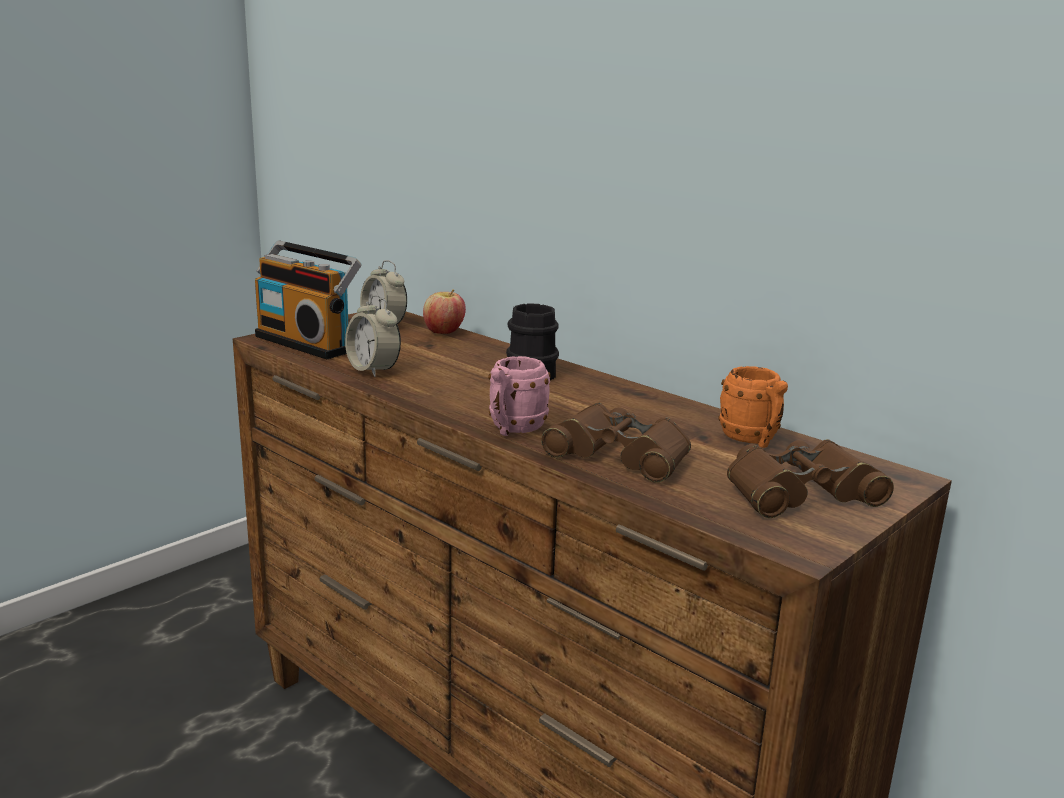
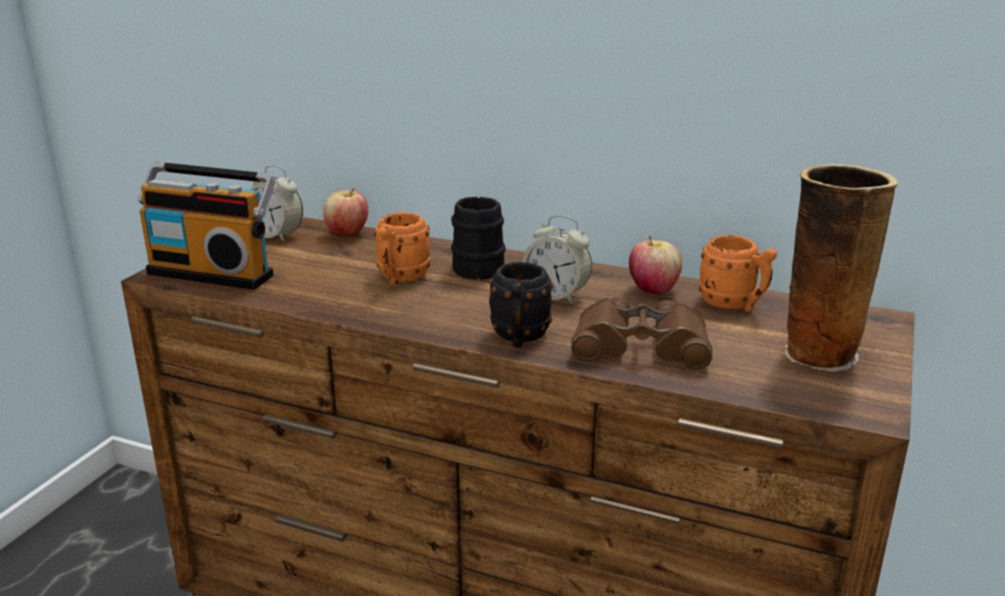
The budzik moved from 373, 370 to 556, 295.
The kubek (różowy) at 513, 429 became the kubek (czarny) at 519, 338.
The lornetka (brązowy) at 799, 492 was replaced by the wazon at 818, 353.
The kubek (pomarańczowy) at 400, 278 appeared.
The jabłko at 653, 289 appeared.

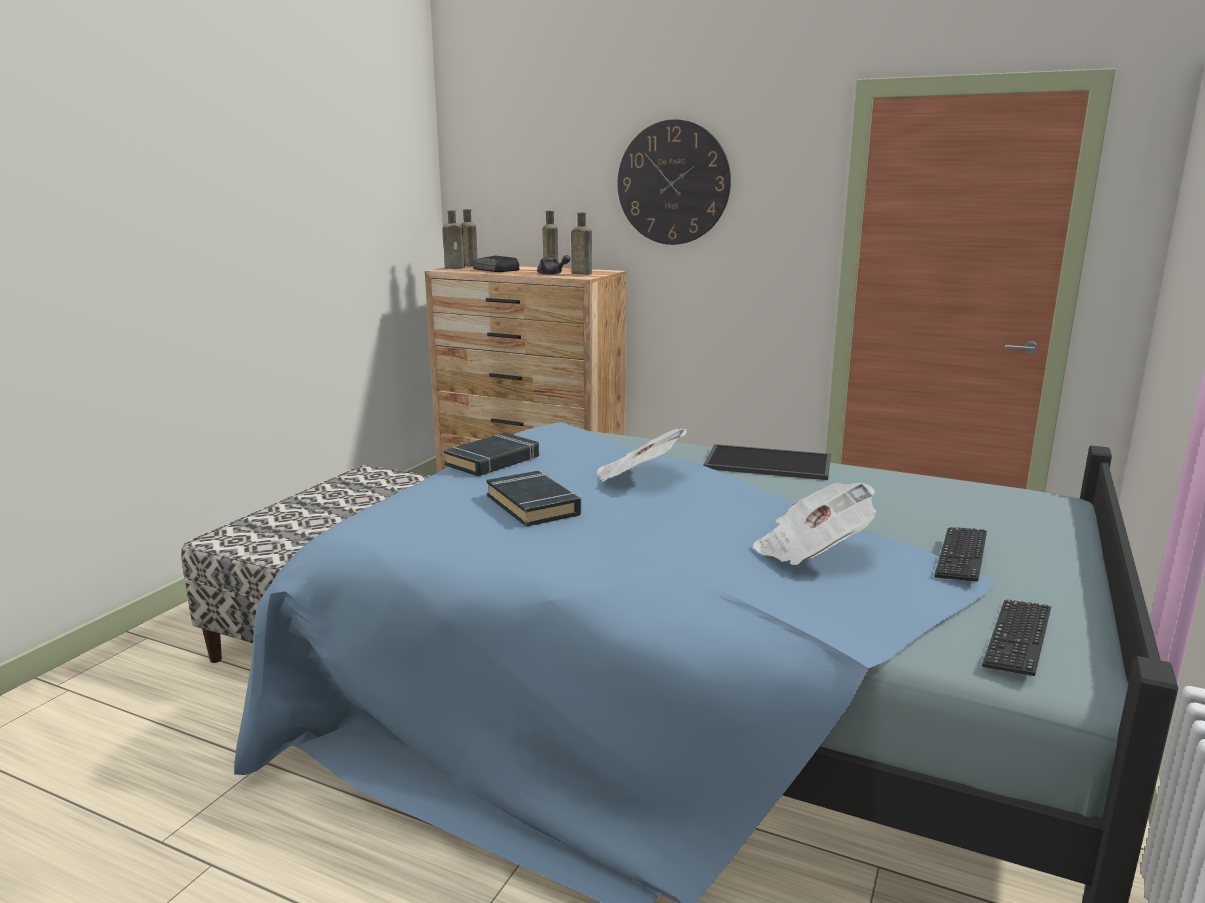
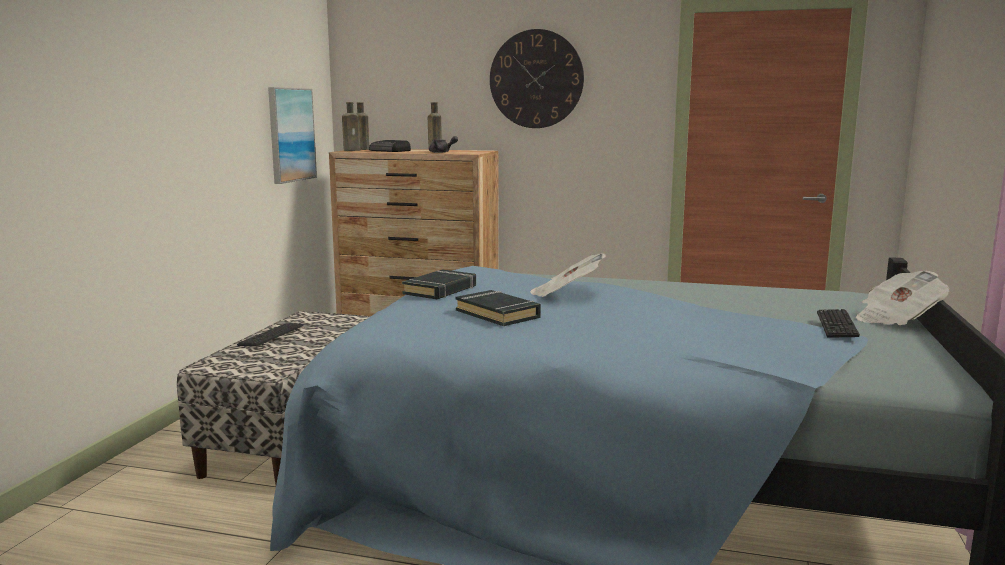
The butelka (brązowy) at 580, 273 disappeared.
The taca at 766, 463 disappeared.
The gazeta moved from 811, 550 to 896, 319.
The klawiatura moved from 1017, 639 to 271, 336.
The obraz at 291, 134 appeared.

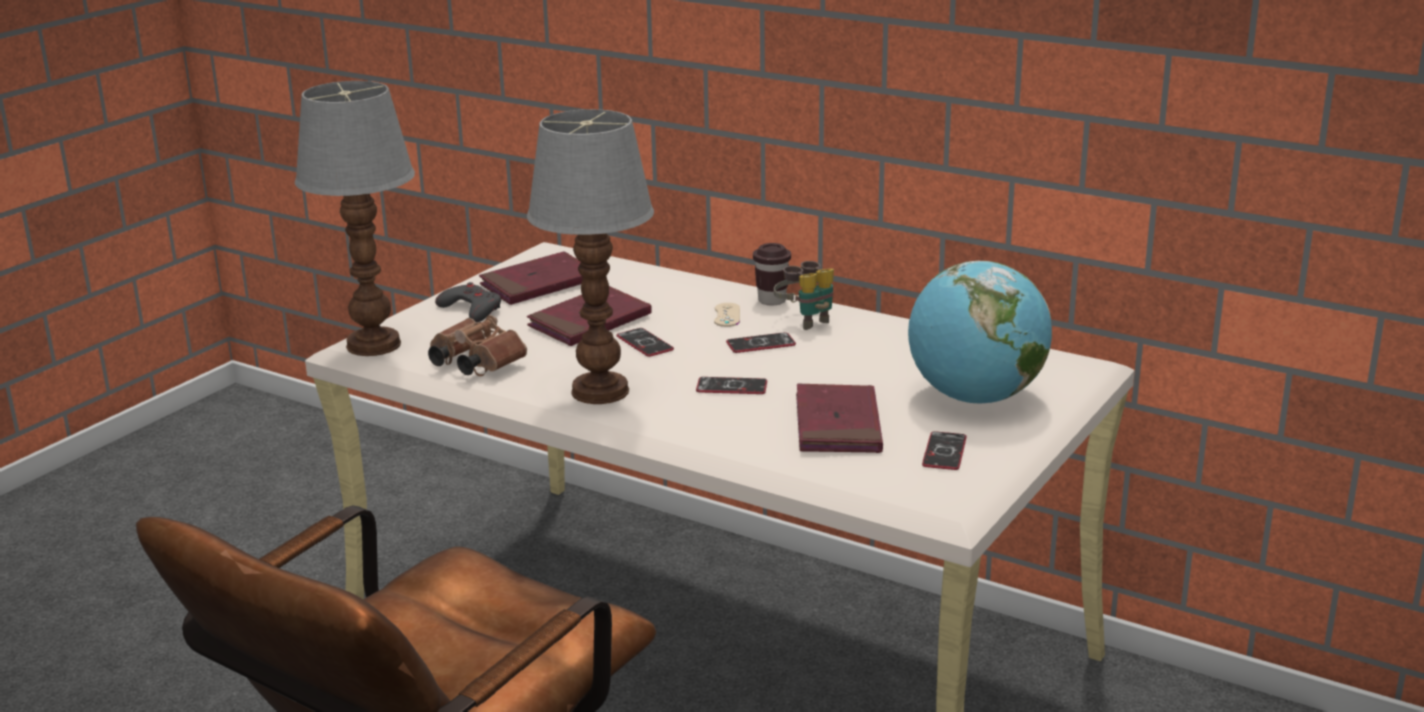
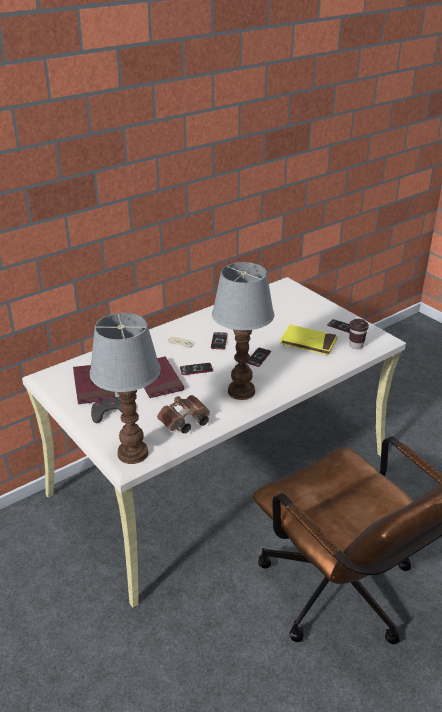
The filiżanka (brązowy) moved from 772, 300 to 356, 345.
The lornetka at 806, 321 disappeared.
The książka (czerwony) at 838, 425 became the książka (żółty) at 308, 342.
The globus at 975, 398 disappeared.

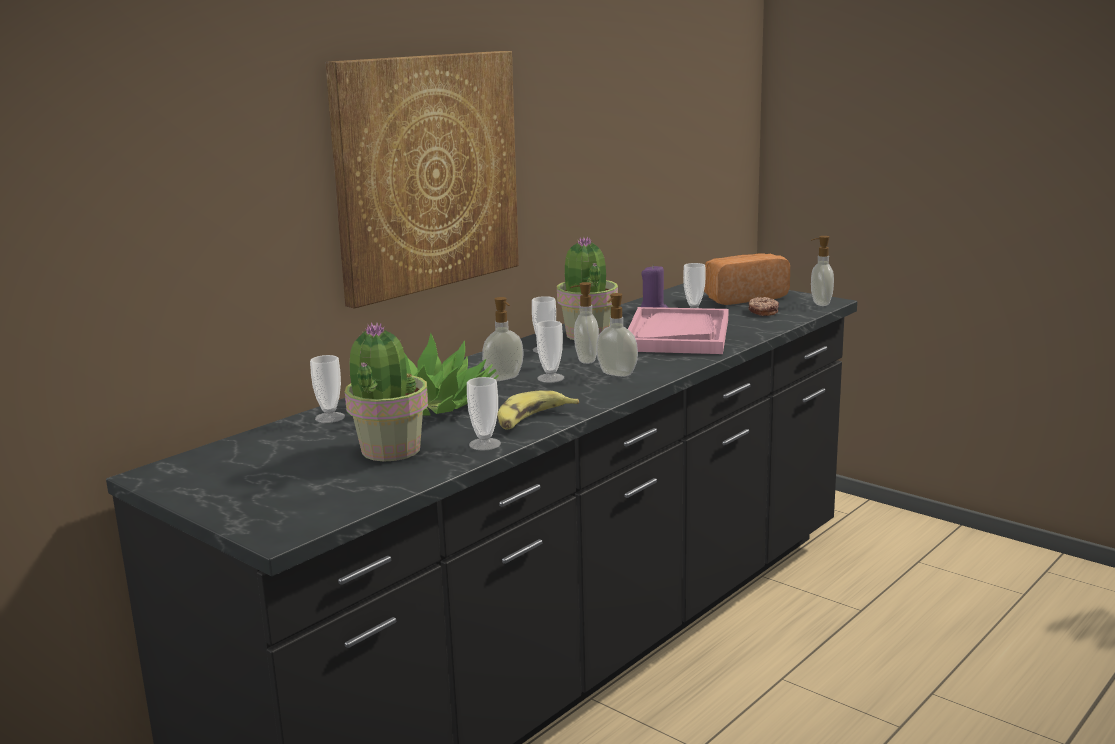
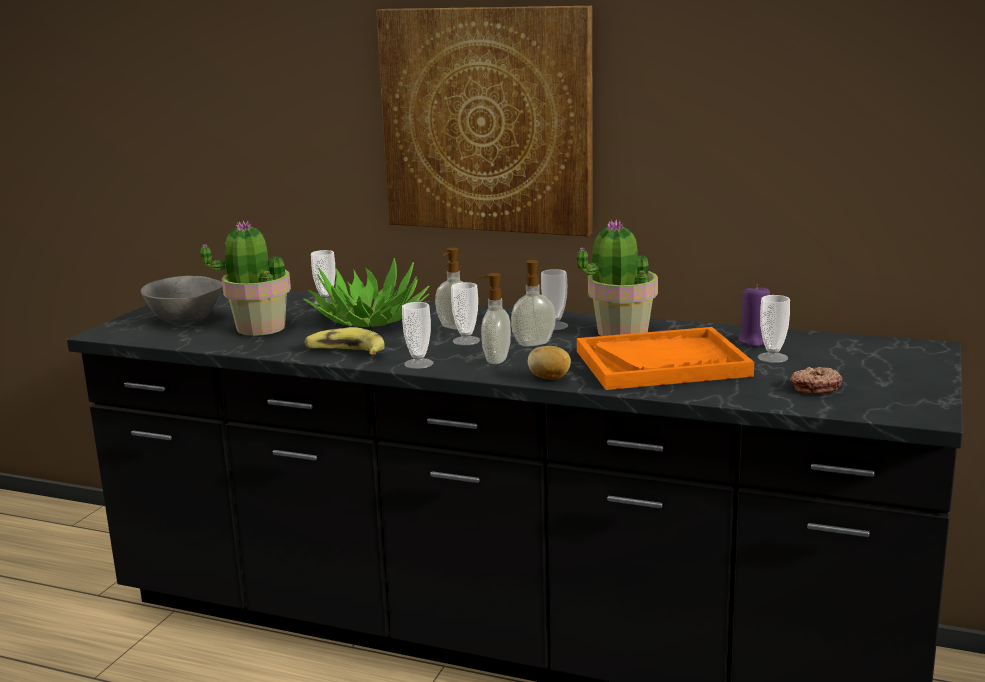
The filiżanka moved from 485, 444 to 418, 363.
The taca (różowy) at 677, 335 became the taca (pomarańczowy) at 662, 363.
The chleb at 742, 297 disappeared.
The dozownik mydła at 820, 303 disappeared.
The miska (szary) at 185, 319 appeared.
The ziemniak at 549, 378 appeared.

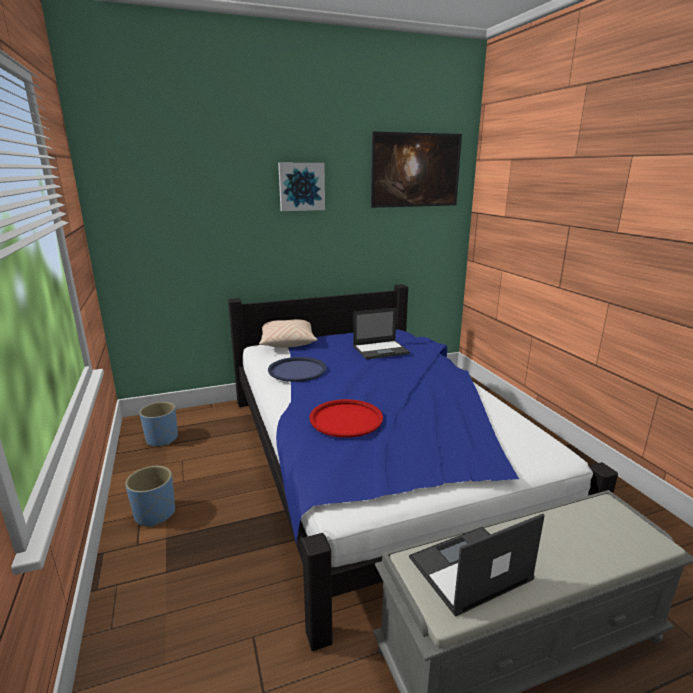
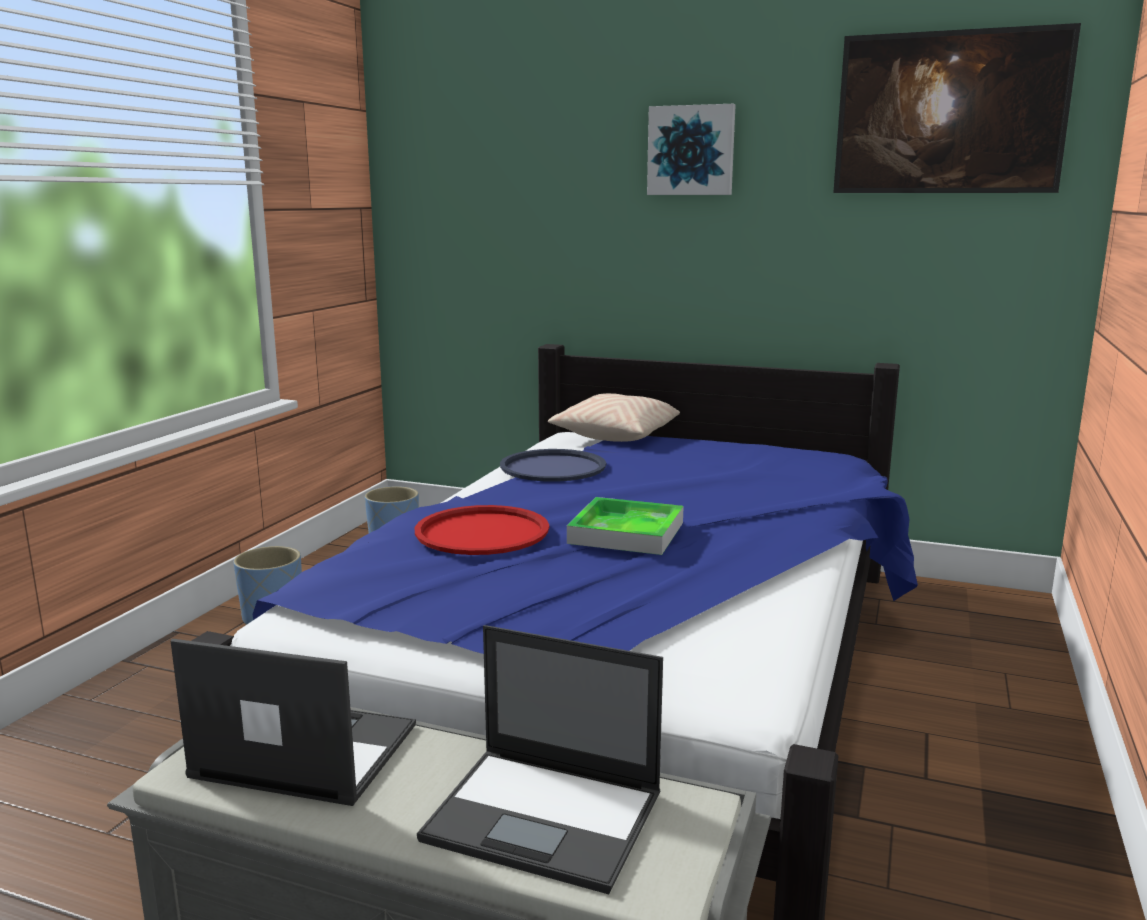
The laptop moved from 381, 350 to 546, 817.
The taca at 626, 533 appeared.

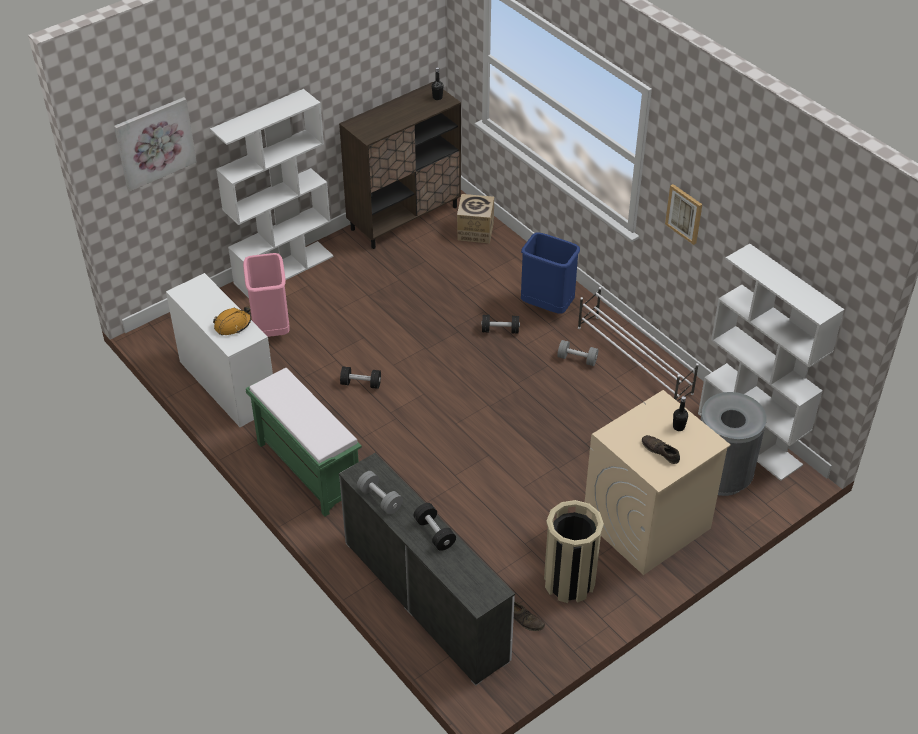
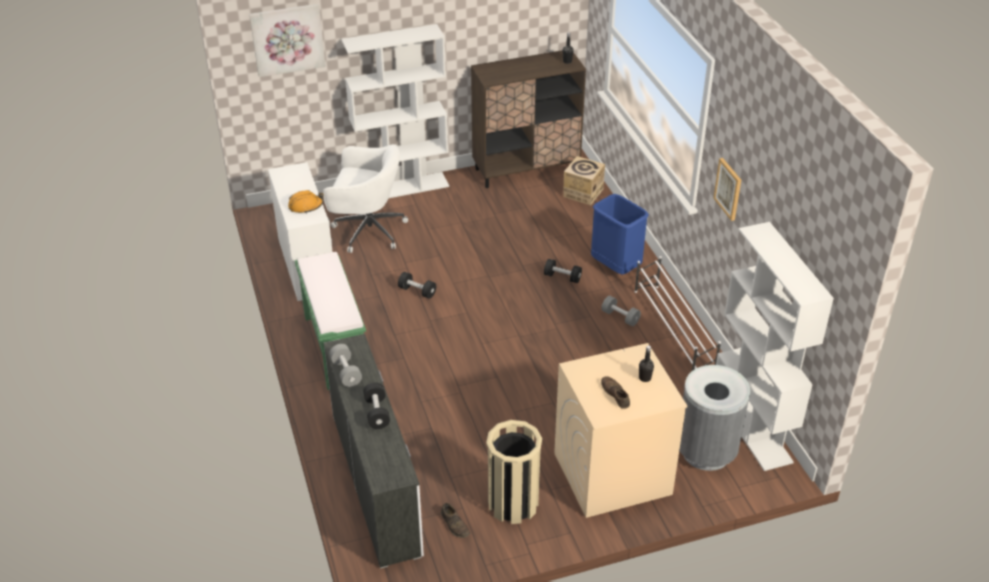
The kosz na śmieci (różowy) at 272, 328 was replaced by the krzesło biurowe (biały) at 367, 230.

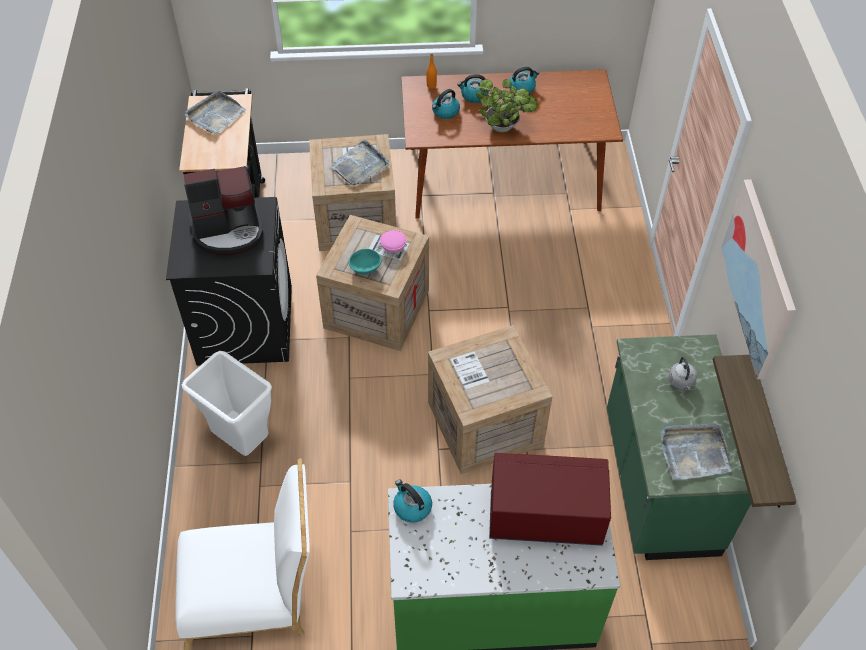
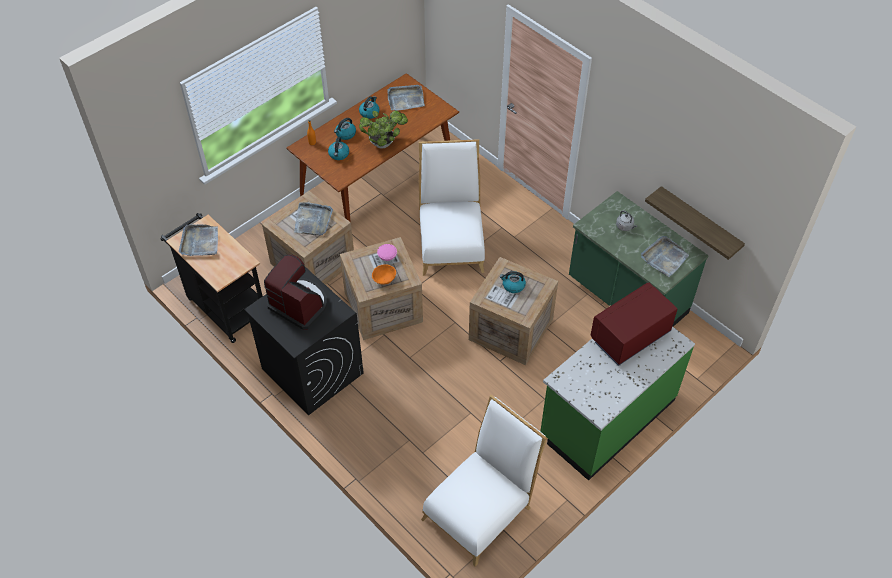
The kosz na śmieci (biały) at 240, 441 disappeared.
The ekspres do kawy at 228, 230 turned 90 degrees counterclockwise.
The miska (turkusowy) at 365, 269 became the miska (pomarańczowy) at 384, 279.
The czajnik moved from 412, 507 to 513, 286.
The obraz at 758, 278 disappeared.
The taca (szary) at 405, 99 appeared.
The krzesło (biały) at 451, 241 appeared.

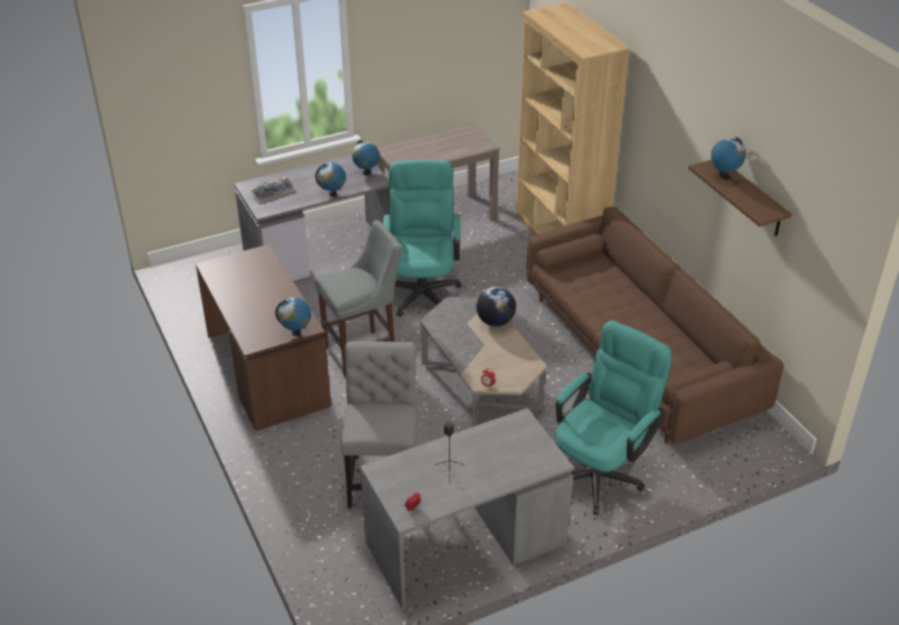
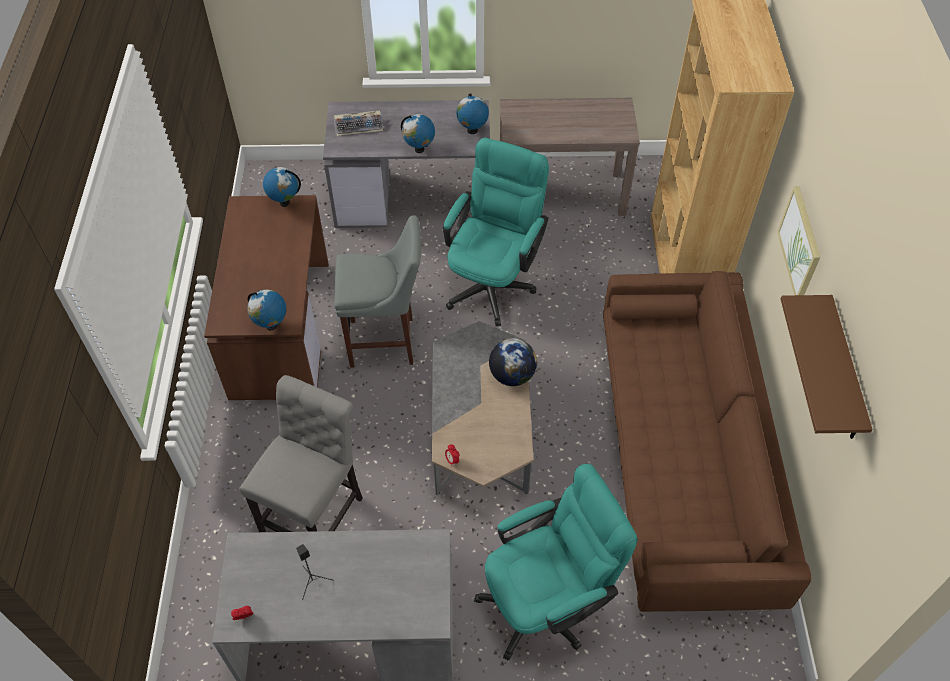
The globus moved from 724, 176 to 284, 202.
The obraz at 800, 243 appeared.

